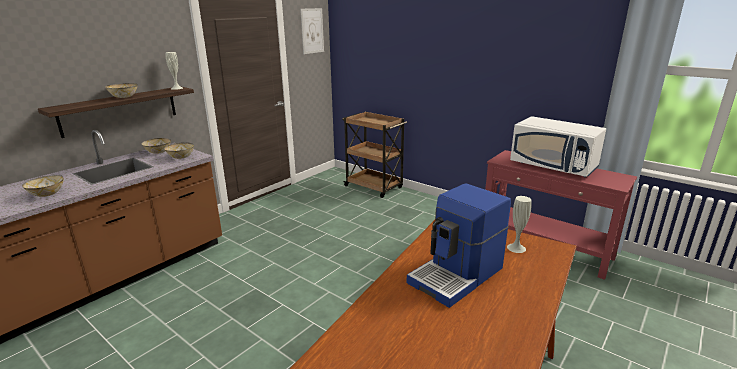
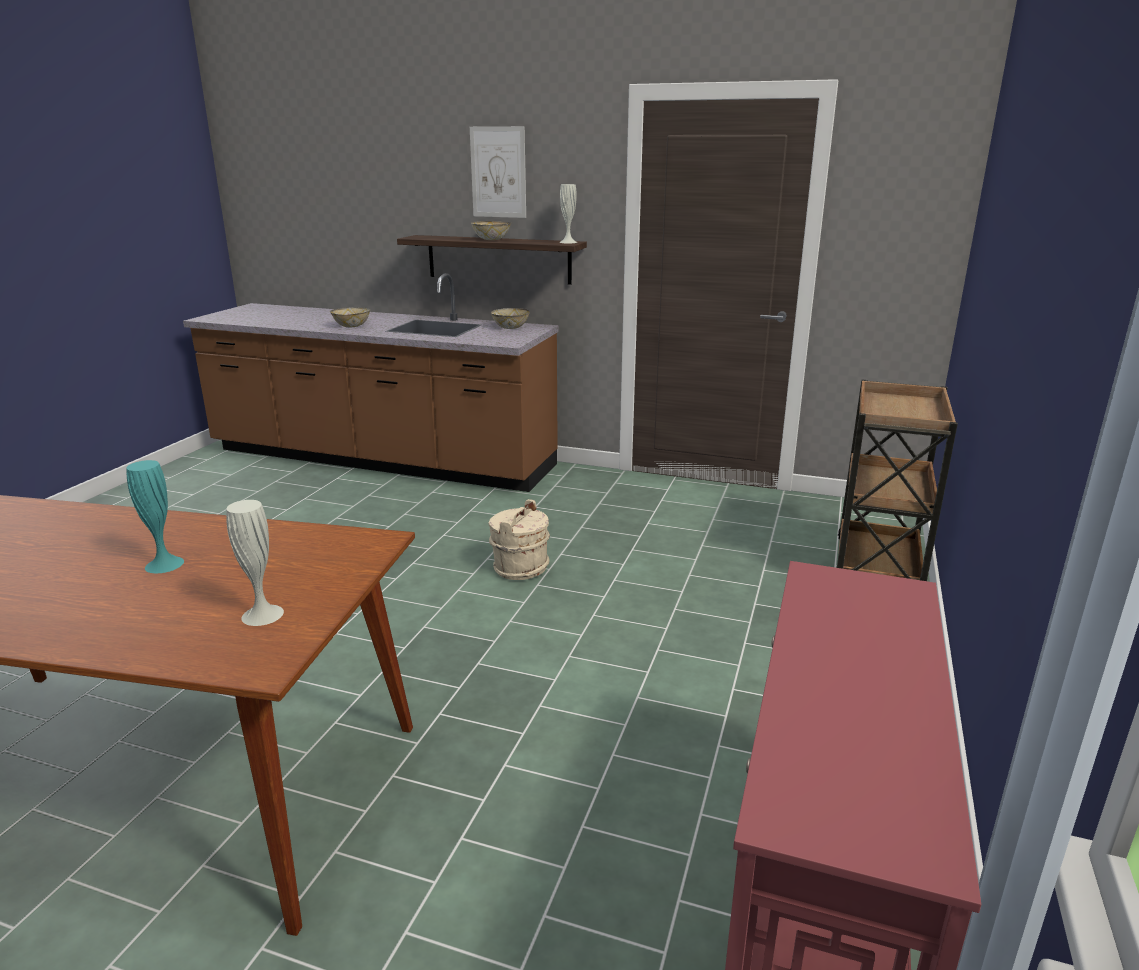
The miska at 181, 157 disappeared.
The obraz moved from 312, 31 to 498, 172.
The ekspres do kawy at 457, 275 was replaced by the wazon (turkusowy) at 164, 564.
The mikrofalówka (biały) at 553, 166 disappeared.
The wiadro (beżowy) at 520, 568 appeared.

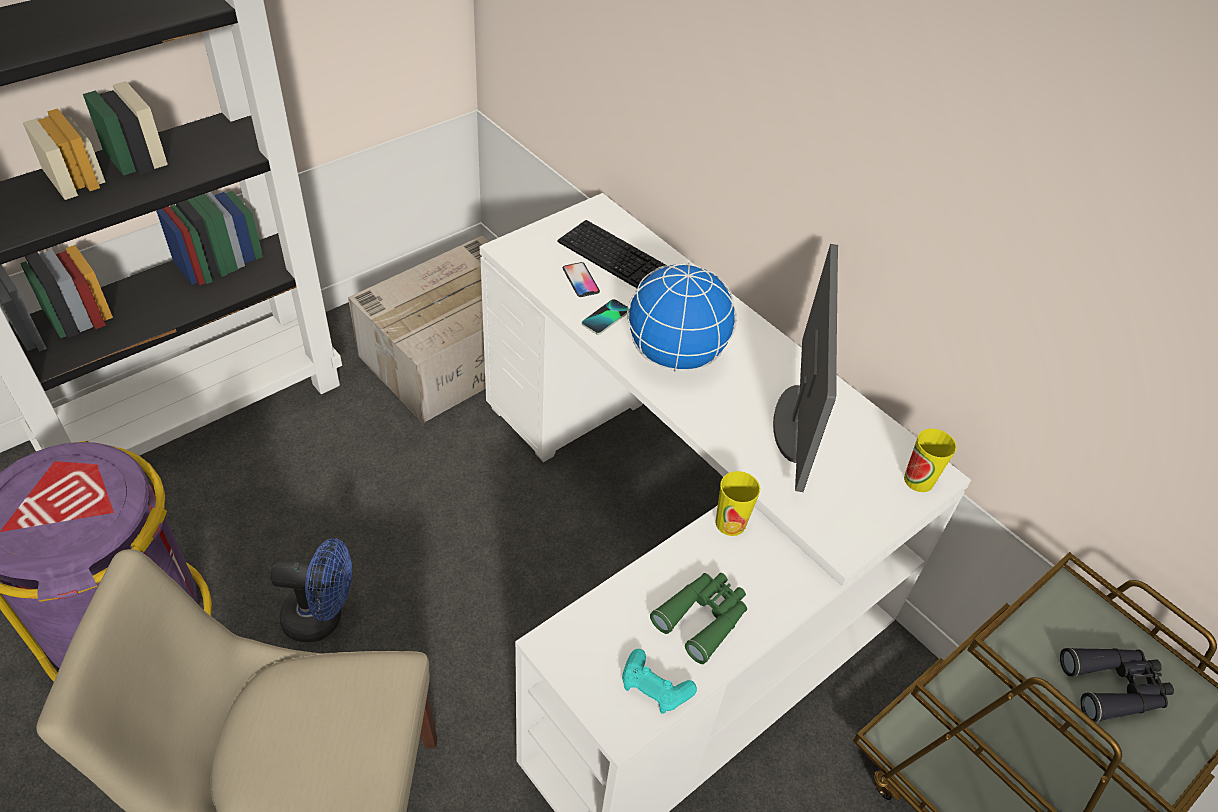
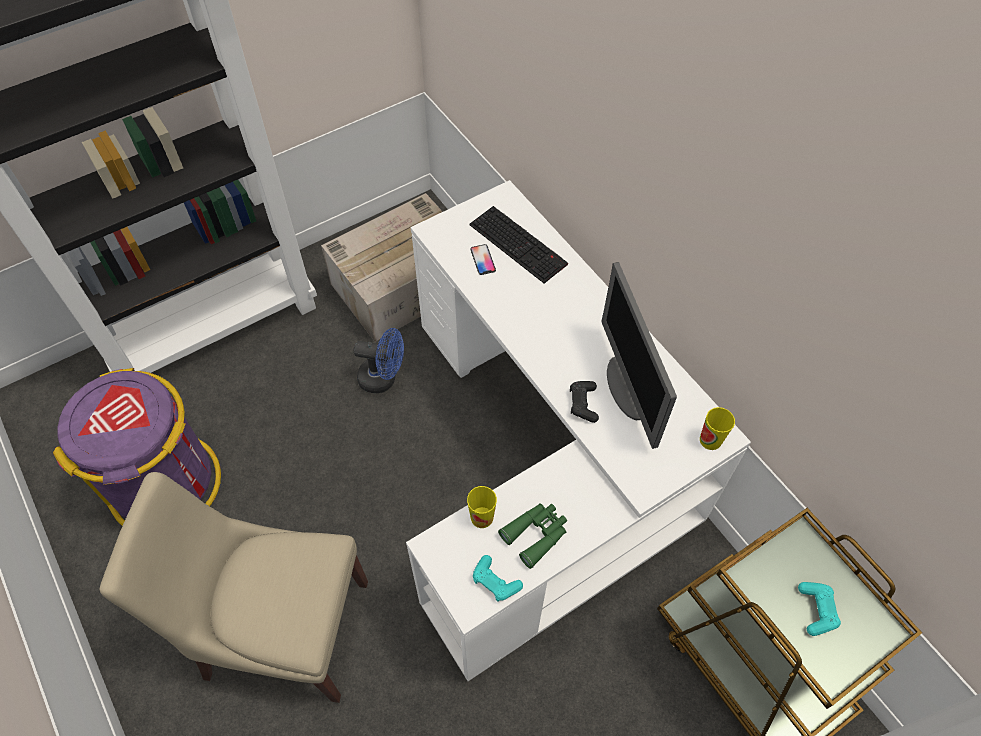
The wentylator (niebieski) moved from 322, 618 to 383, 378.
The telefon at 606, 318 disappeared.
The globus at 674, 356 disappeared.
The filiżanka moved from 730, 523 to 482, 517.
The monitor at 796, 423 turned 150 degrees clockwise.
The lornetka (czarny) at 1114, 687 was replaced by the pad do gier (turkusowy) at 816, 610.
The pad do gier (czarny) at 583, 404 appeared.

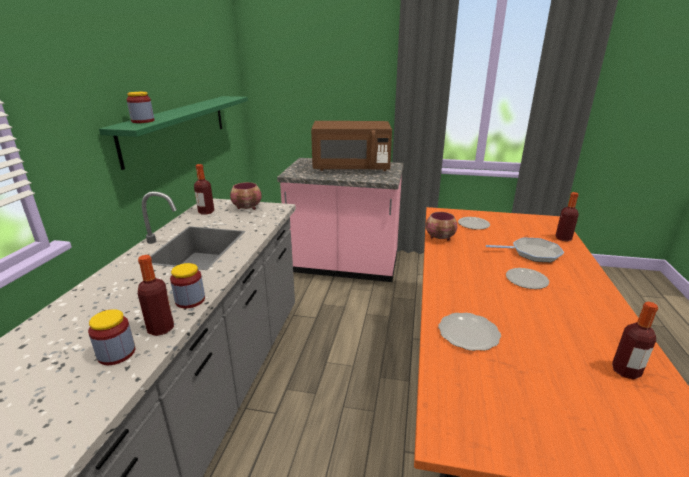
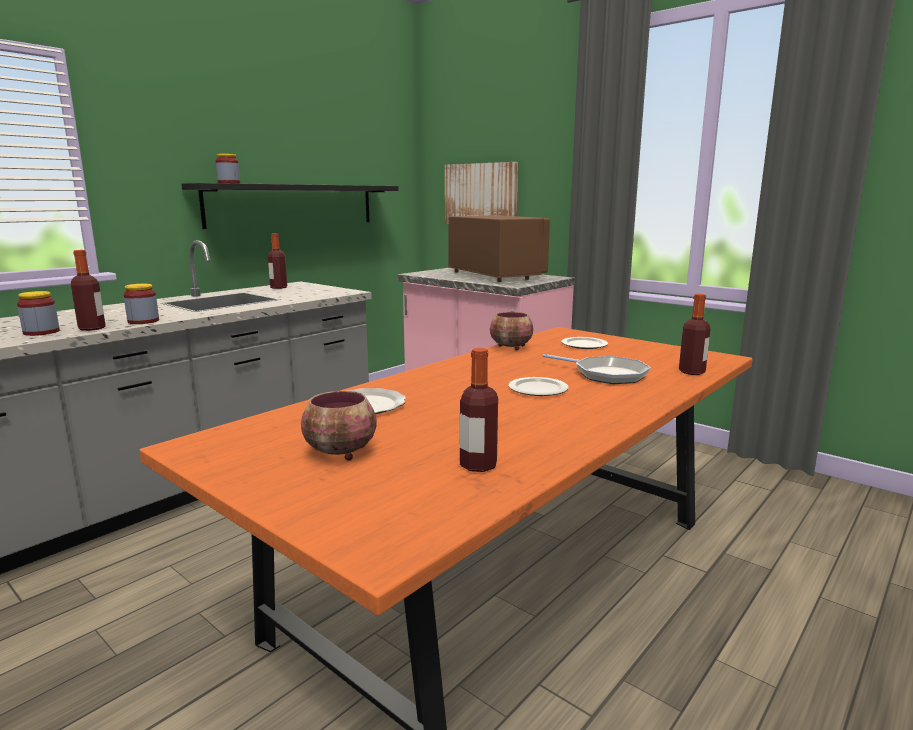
The półka (zielony) at 177, 127 became the półka (czarny) at 293, 205.
The miska moved from 248, 208 to 341, 453.
The mikrofalówka (brązowy) at 351, 168 turned 150 degrees counterclockwise.
The obraz at 481, 194 appeared.

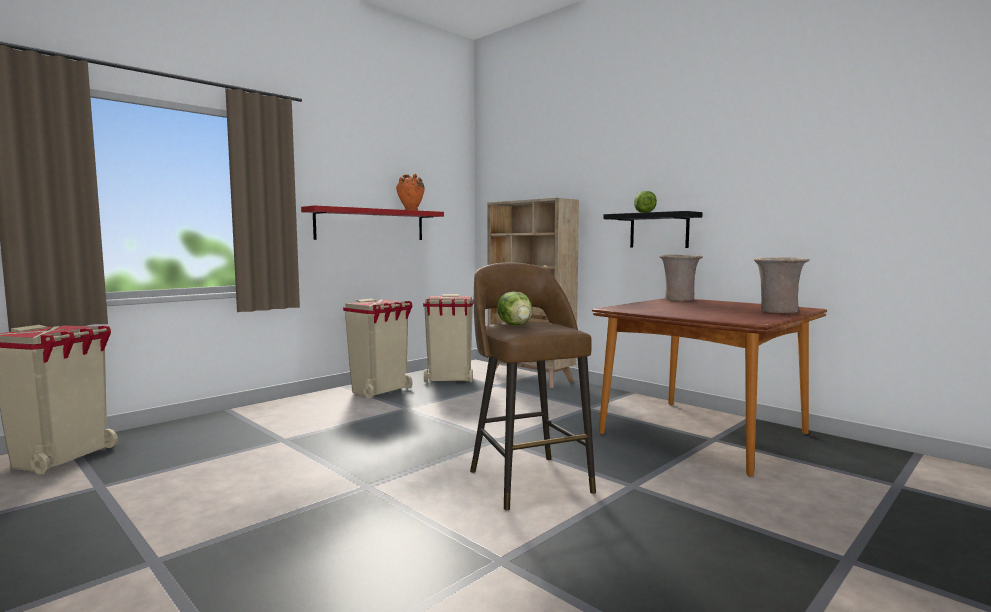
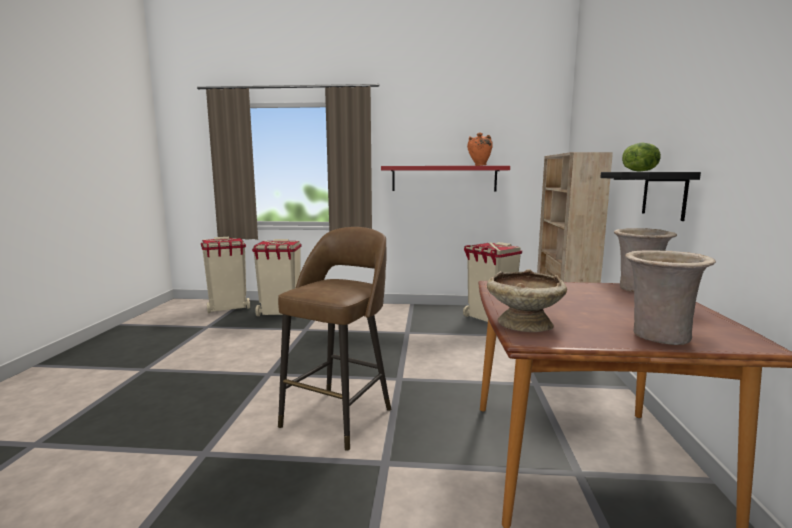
The kosz na śmieci (beżowy) moved from 380, 391 to 280, 313.
The sałata at 516, 325 disappeared.
The miska (beżowy) at 523, 323 appeared.

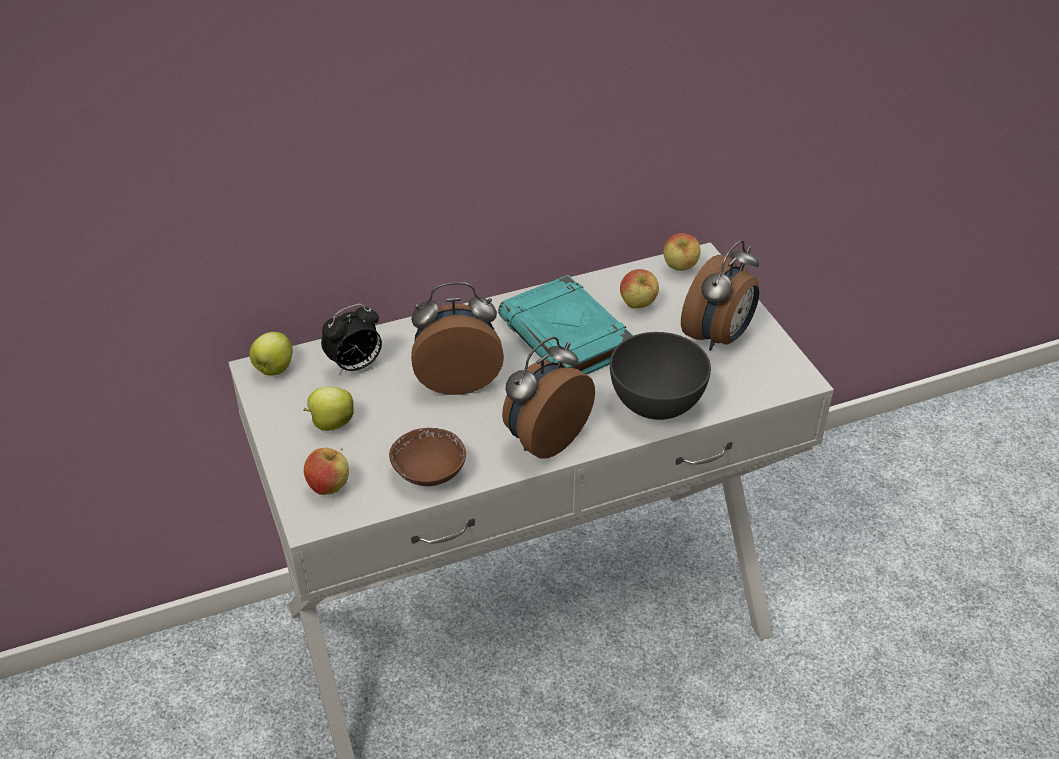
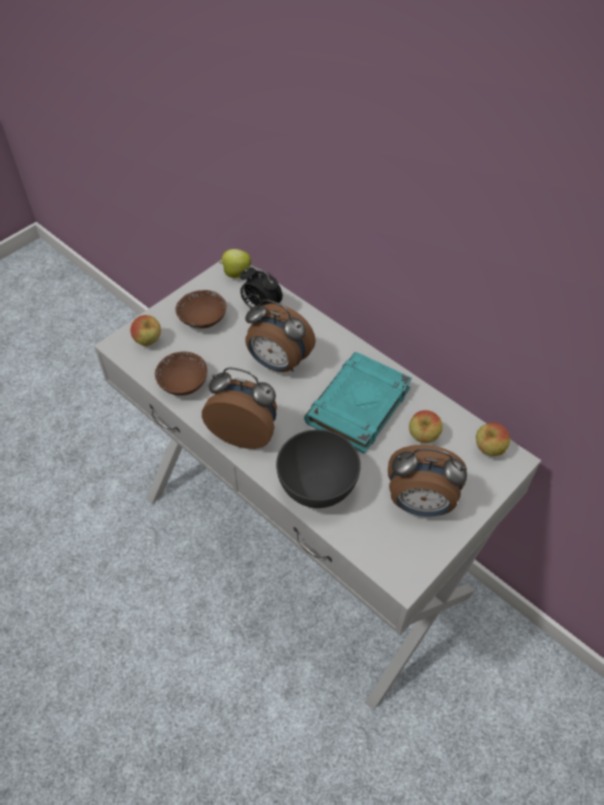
The jabłko at 331, 424 was replaced by the miska (brązowy) at 202, 319.
The budzik at 457, 379 turned 150 degrees clockwise.

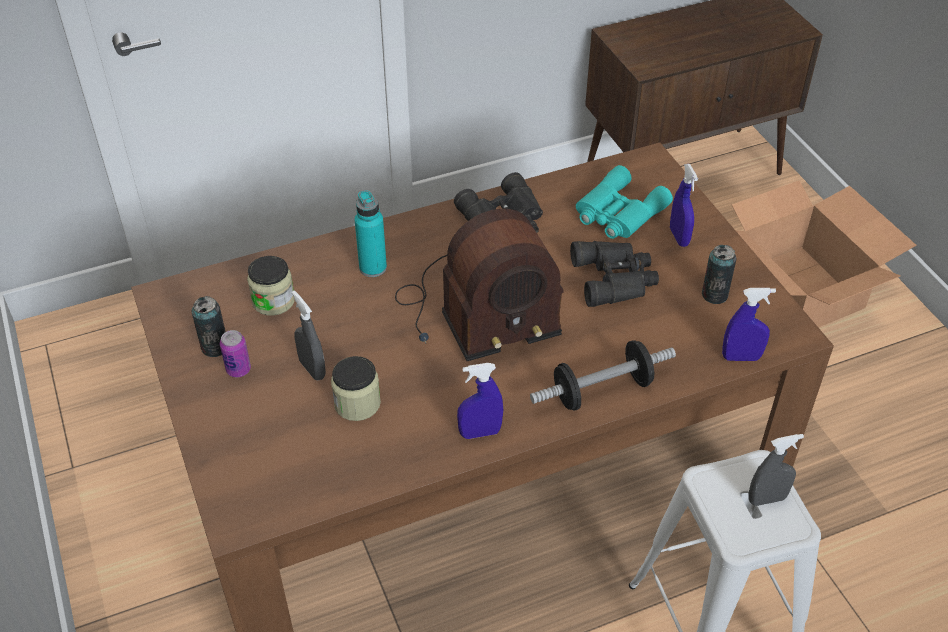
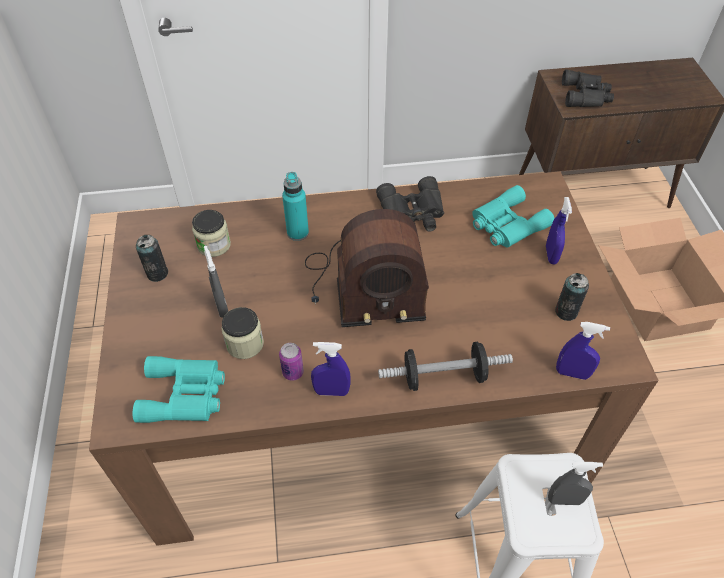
The puszka moved from 238, 369 to 293, 372.
The lornetka (czarny) moved from 615, 278 to 586, 95.
The lornetka (turkusowy) at 185, 395 appeared.

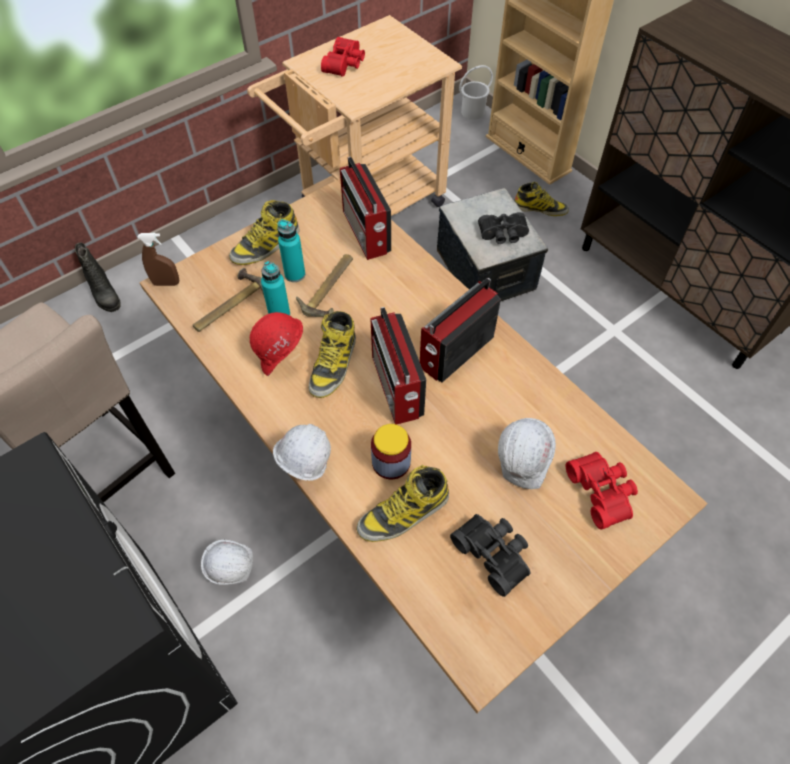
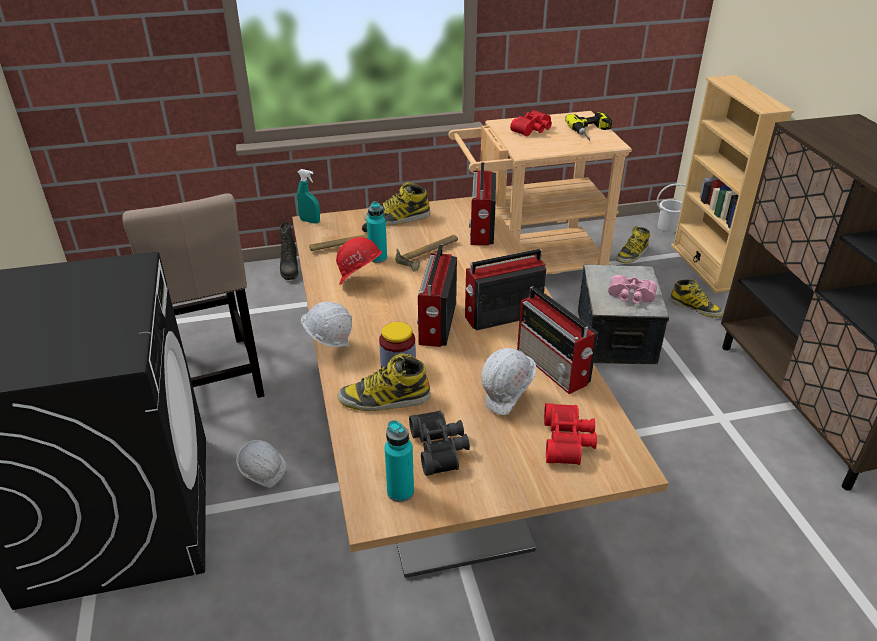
The spryskiwacz (brązowy) at 166, 283 became the spryskiwacz (turkusowy) at 310, 221.
The butelka (turkusowy) moved from 295, 274 to 400, 492.
The but z cholewką moved from 333, 364 to 632, 254.
The lornetka (czarny) at 503, 235 became the lornetka (różowy) at 631, 297.
The radio at 553, 368 appeared.
The wiertarka at 592, 132 appeared.

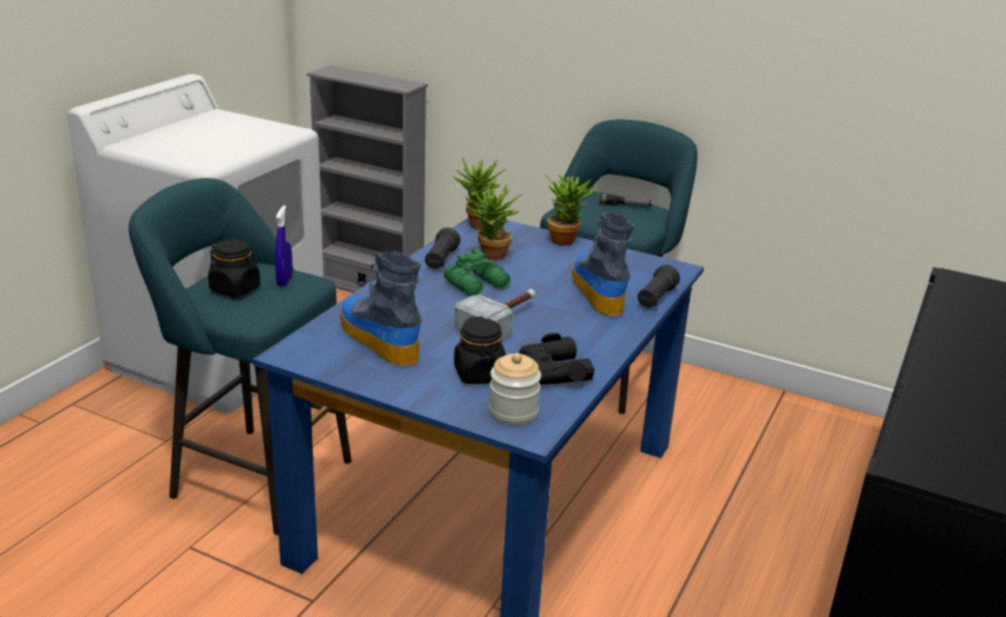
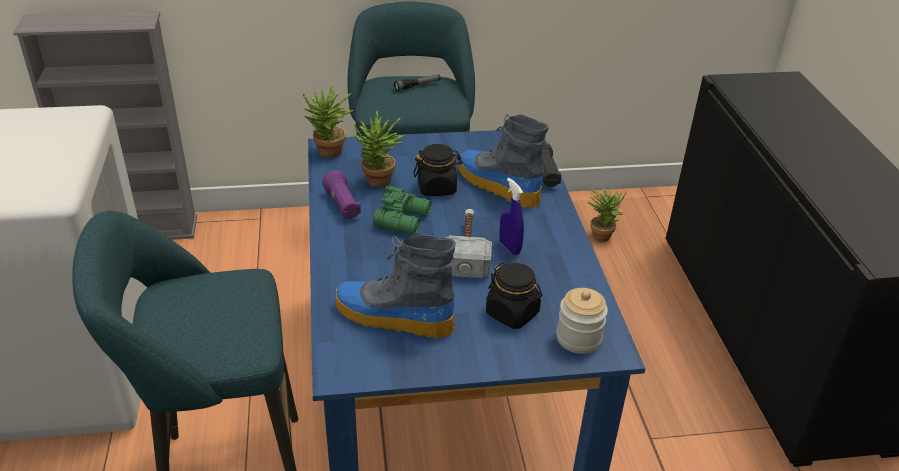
The słoik (czarny) moved from 235, 289 to 437, 187.
The spryskiwacz (niebieski) moved from 284, 280 to 509, 247.
The latarka (czarny) at 441, 260 became the latarka (fioletowy) at 342, 205.
The lornetka (czarny) at 549, 372 disappeared.
The roślina doniczkowa moved from 566, 240 to 601, 234.

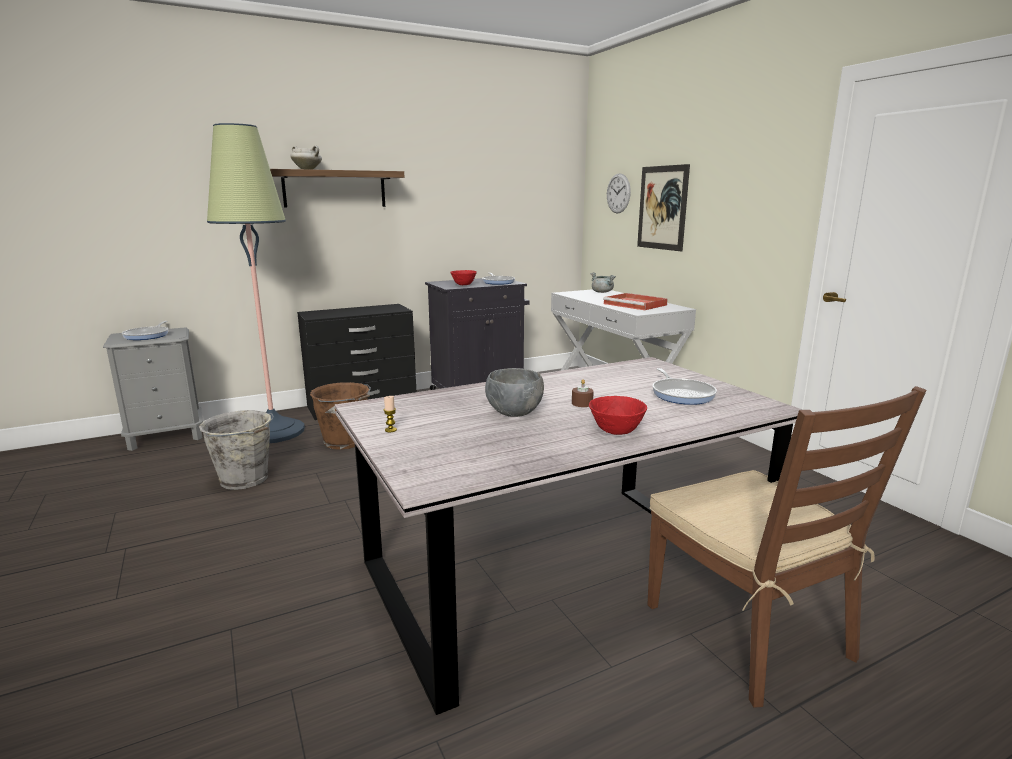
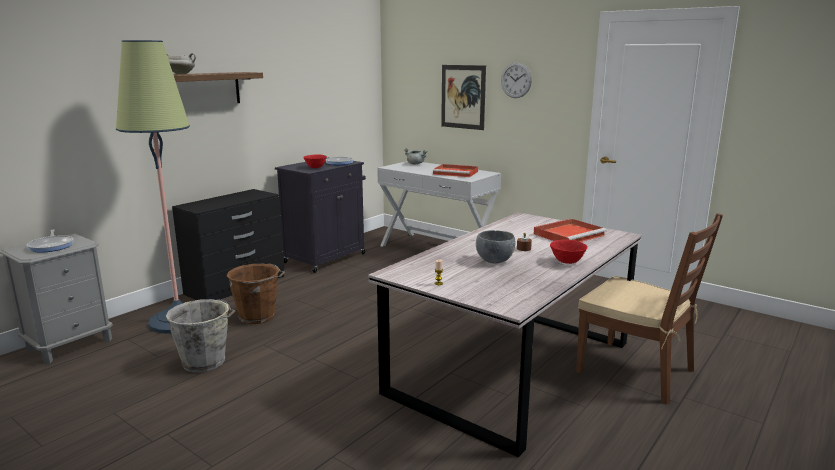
The zegar ścienny moved from 618, 193 to 516, 80.
The patelnia at 681, 394 was replaced by the taca (czerwony) at 569, 234.

